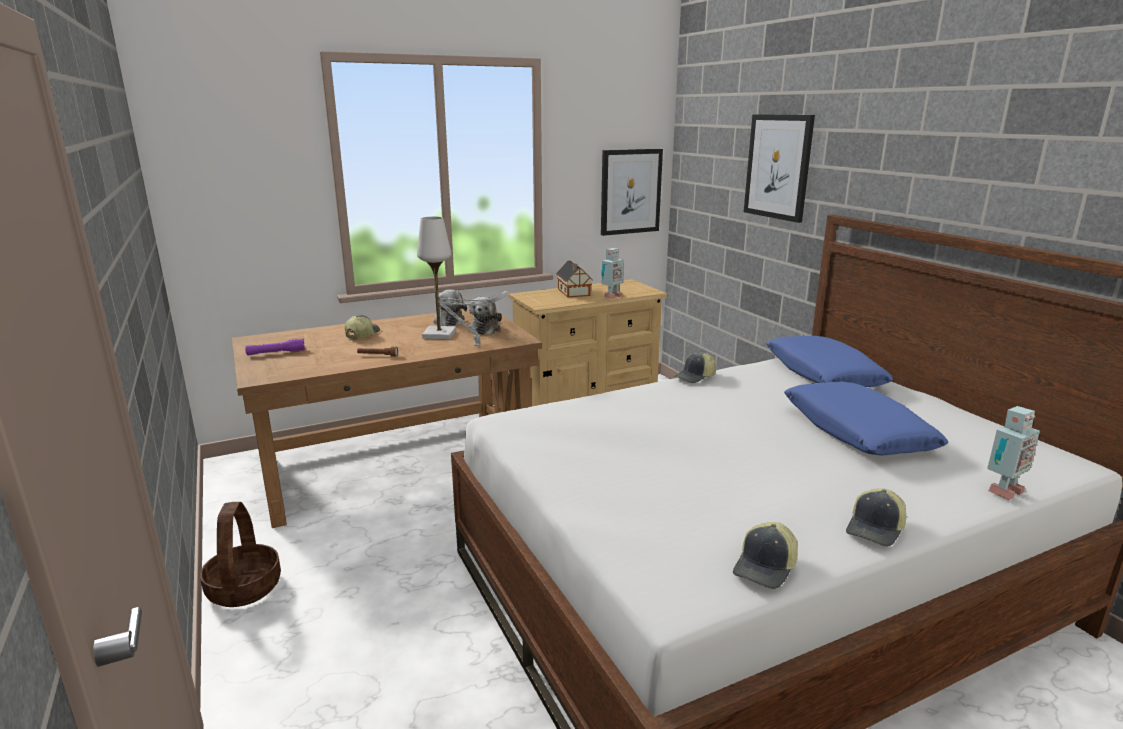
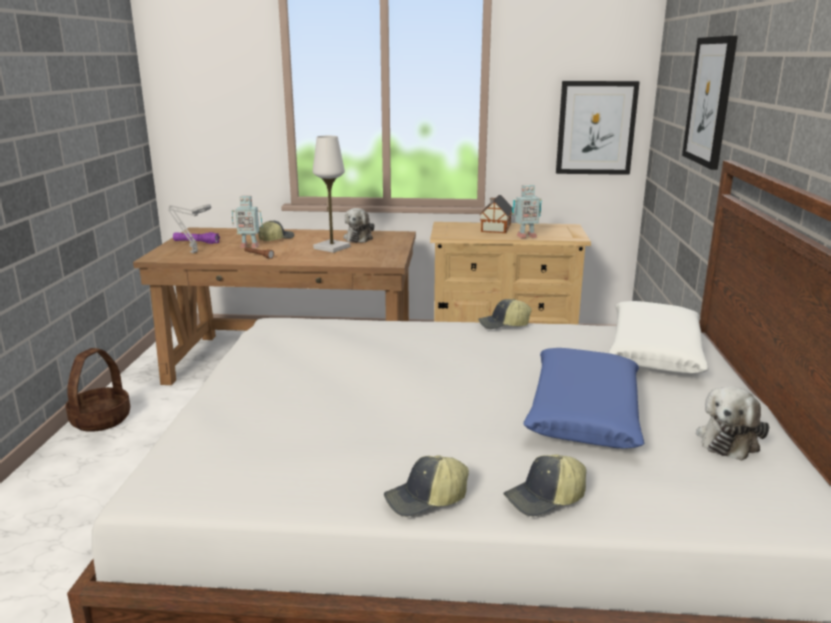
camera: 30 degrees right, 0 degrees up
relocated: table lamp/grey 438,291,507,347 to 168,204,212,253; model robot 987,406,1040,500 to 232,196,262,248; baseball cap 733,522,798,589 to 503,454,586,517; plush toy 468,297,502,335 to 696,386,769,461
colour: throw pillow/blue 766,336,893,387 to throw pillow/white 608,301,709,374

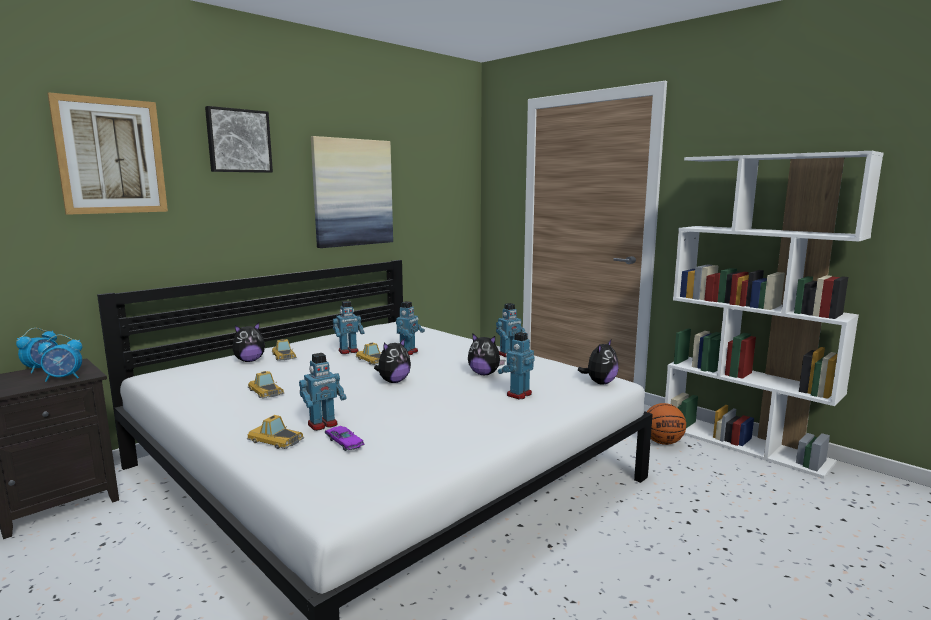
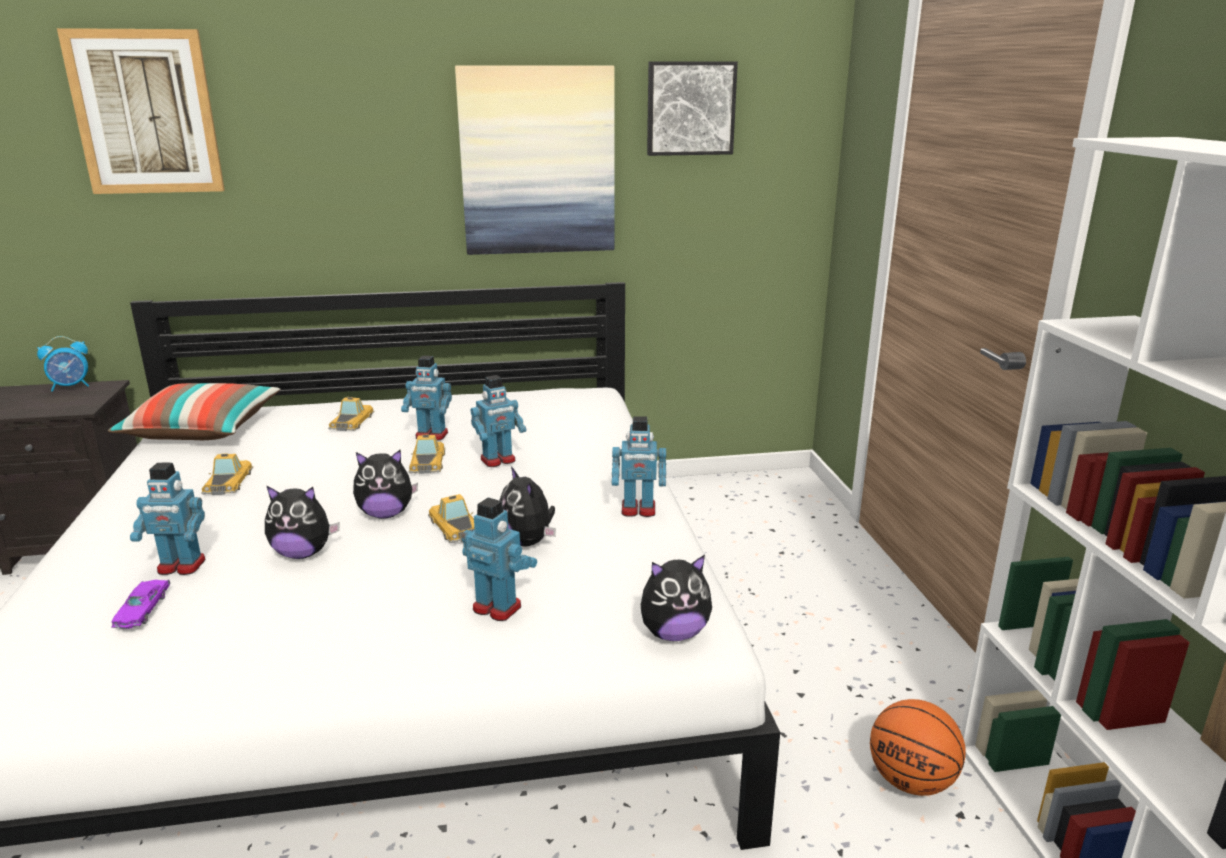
camera: 35 degrees right, 10 degrees up
missing: alarm clock 38,334,82,382
appeared: throw pillow 108,383,280,440
relocated: plush toy 233,323,265,362 to 265,486,340,559; model car 247,415,304,449 to 428,494,474,543; picture 205,106,273,173 to 647,61,738,156
spun: model robot 498,332,534,400 = 462,498,537,621 45 degrees clockwise

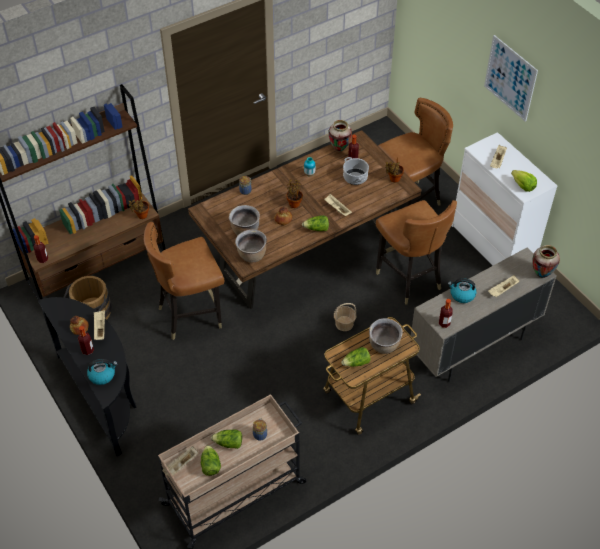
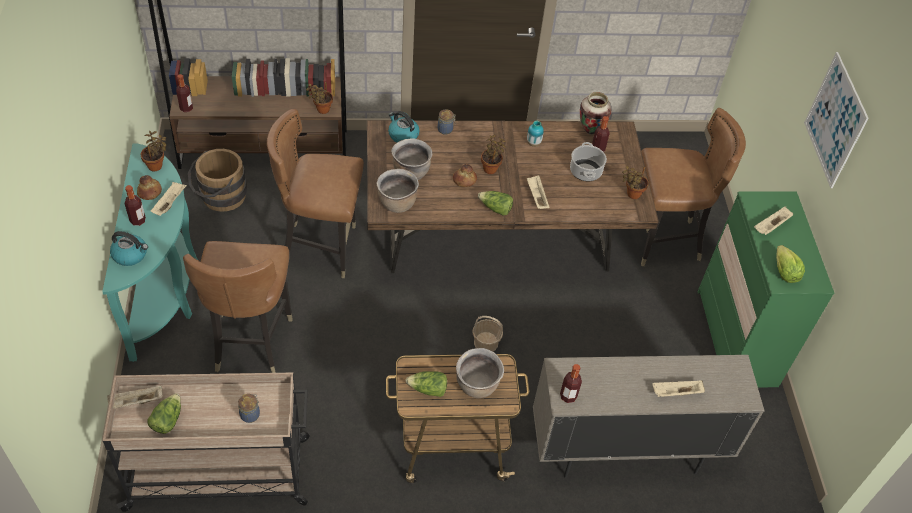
camera: 25 degrees right, 0 degrees up
missing: lettuce head 211,430,242,449; decorative vase 533,245,560,278
appeared: houseplant 140,131,166,171
relocated: upright chair/brown 376,200,457,304 to 183,241,293,373; kettle 448,278,476,303 to 388,111,420,143
colour: narrow table/black-coloured 38,297,137,456 to narrow table/blue-green 102,143,198,362; drawer chest/white 452,132,557,265 to drawer chest/green 697,191,834,388

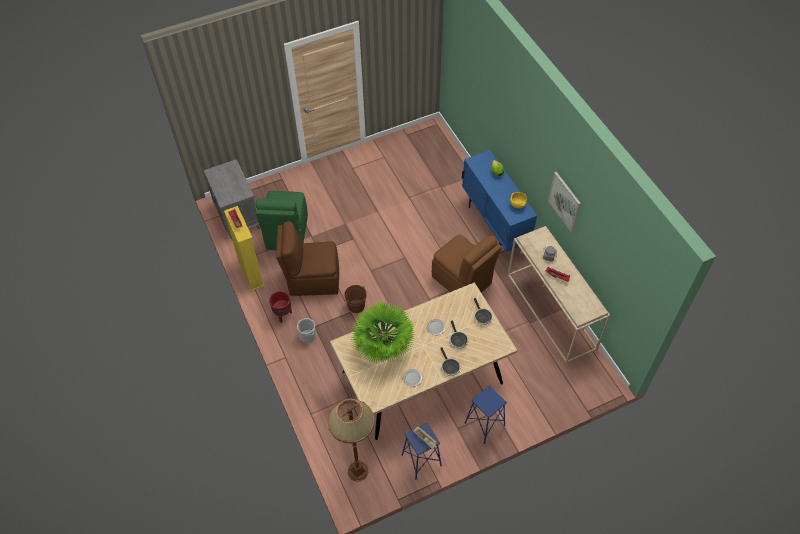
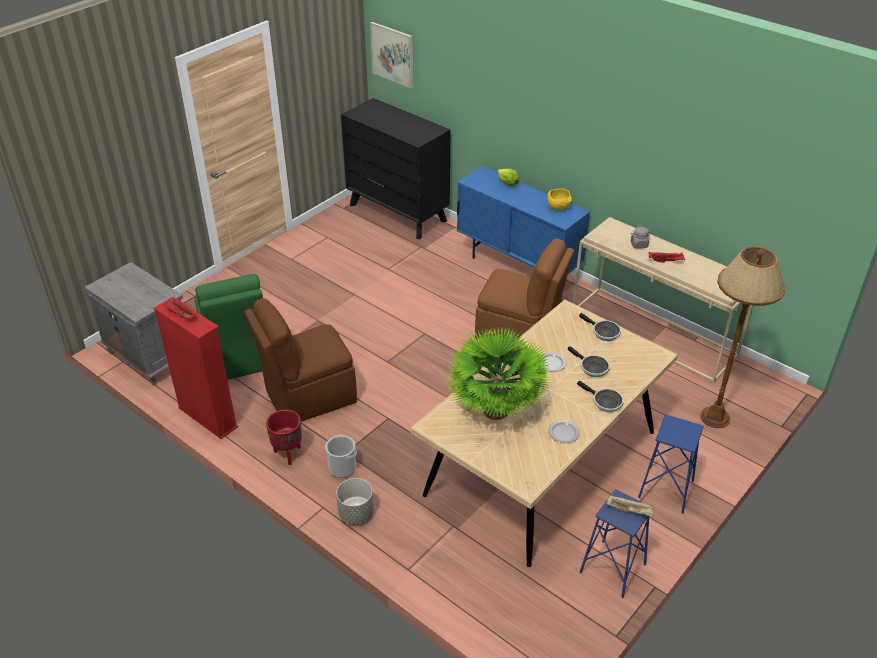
camera: 25 degrees left, 15 degrees down
missing: bucket/brown 344,285,367,313
appeared: plant pot/grey 336,478,374,524; drawer chest/black-coloured 341,98,450,239
relocated: picture 548,172,581,232 to 370,22,413,88; standard lamp/brown 327,399,375,482 to 700,247,785,428
colour: shelving unit/yellowish 224,206,265,291 to shelving unit/red 154,297,239,439

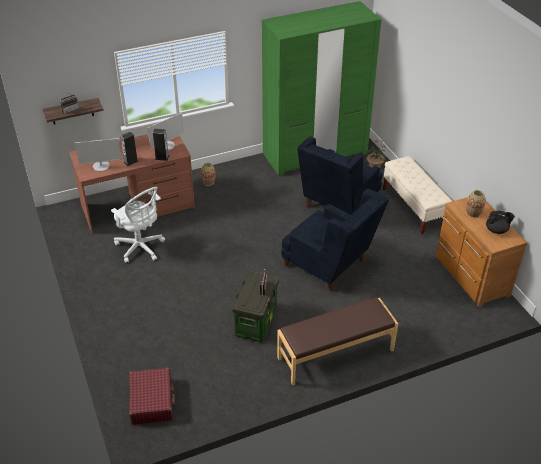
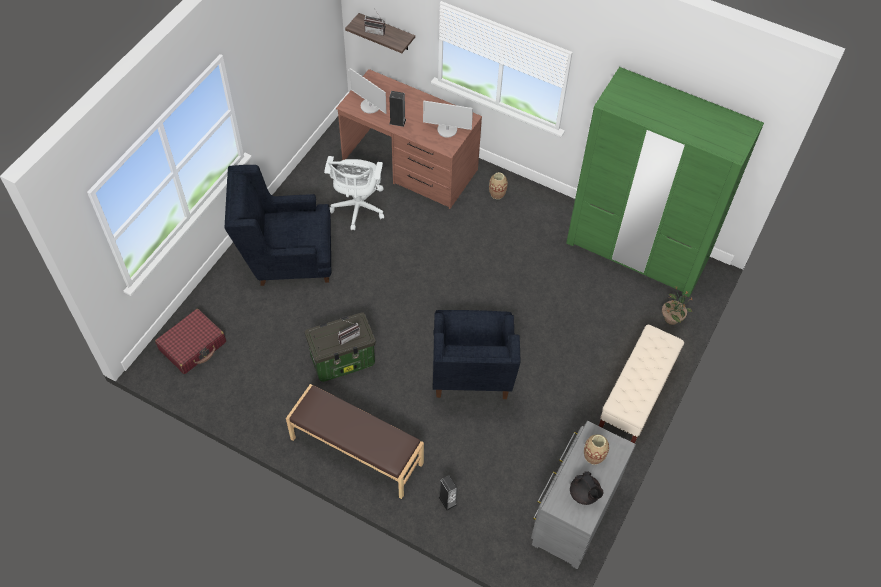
camera: 50 degrees right, 15 degrees up
relocated: lounge chair/blue 298,136,383,215 to 225,165,331,286; audio speaker 153,129,169,161 to 439,475,457,511
colour: drawer chest/brown 436,197,527,307 to drawer chest/grey 531,421,636,569

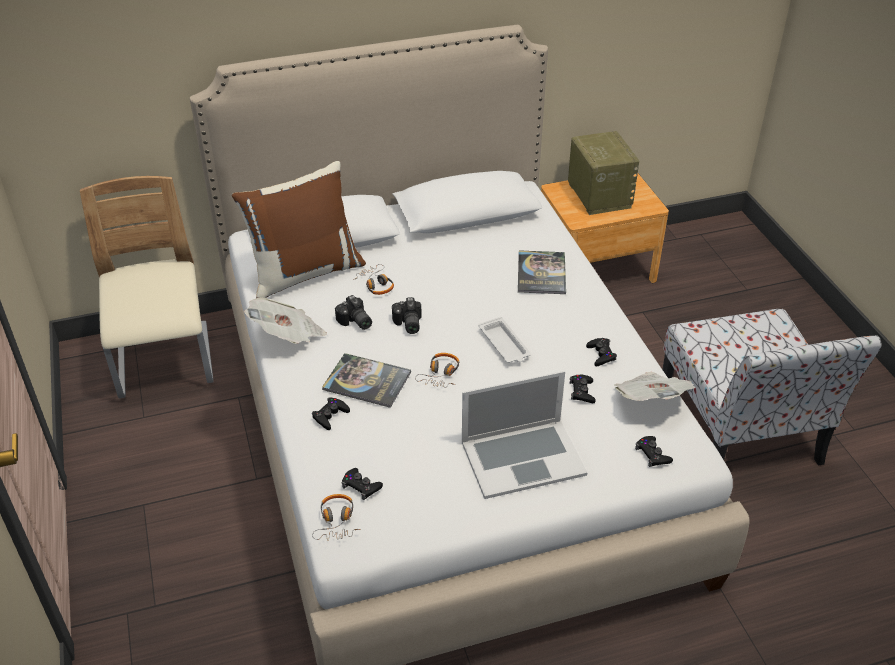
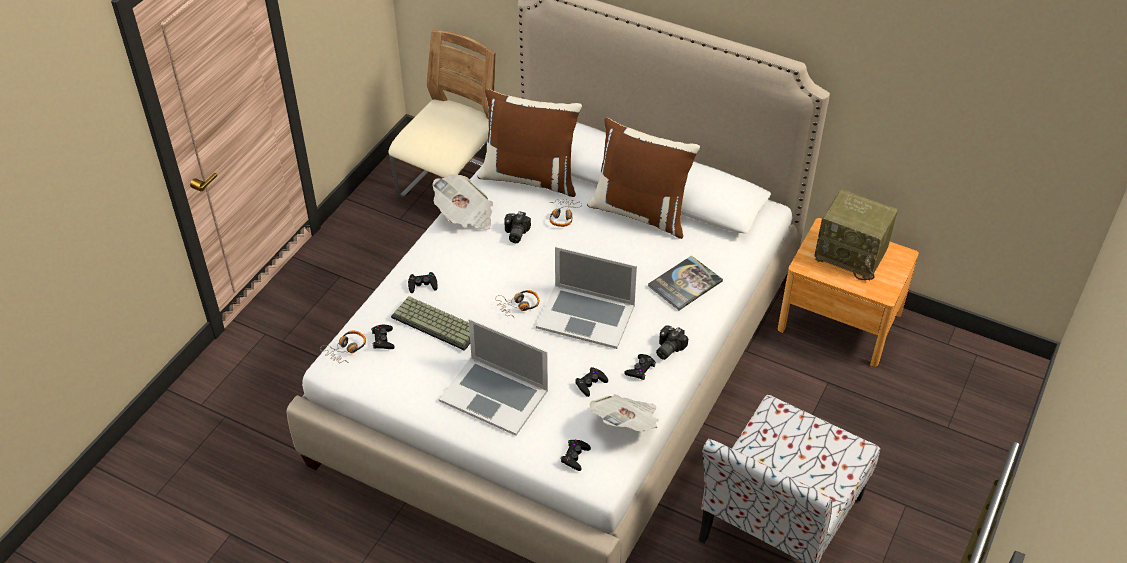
camera: 45 degrees right, 5 degrees up
missing: volume 322,353,411,408
appeared: keyboard 391,296,470,351; throw pillow/brown 587,118,700,239
relocated: photo camera 392,297,422,334 to 656,326,688,360
exchanged: serving tray/white 479,317,531,363 to notebook computer 536,246,637,349
spun: radio receiver 568,131,639,215 = 814,189,898,280 90 degrees clockwise

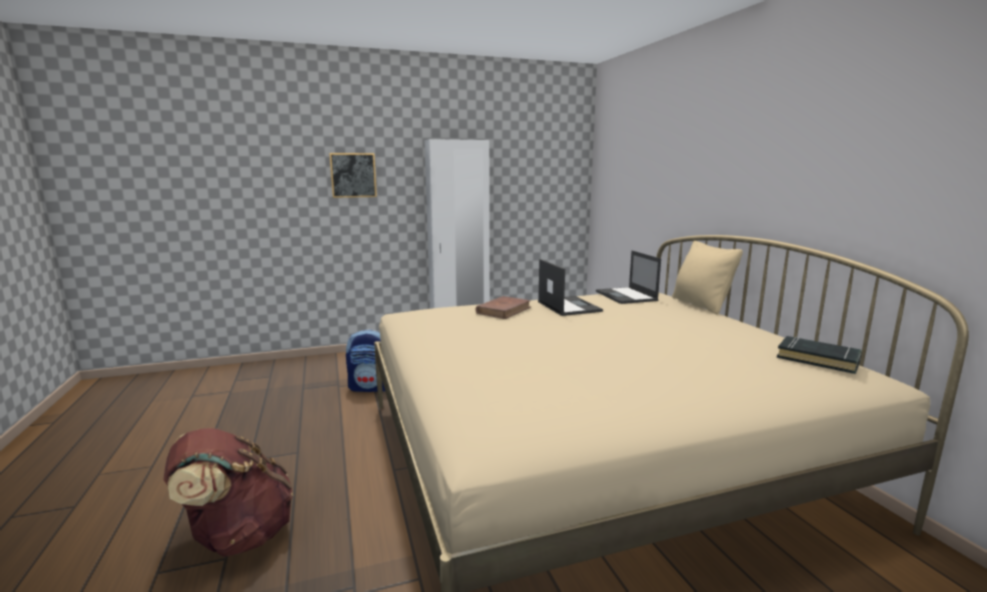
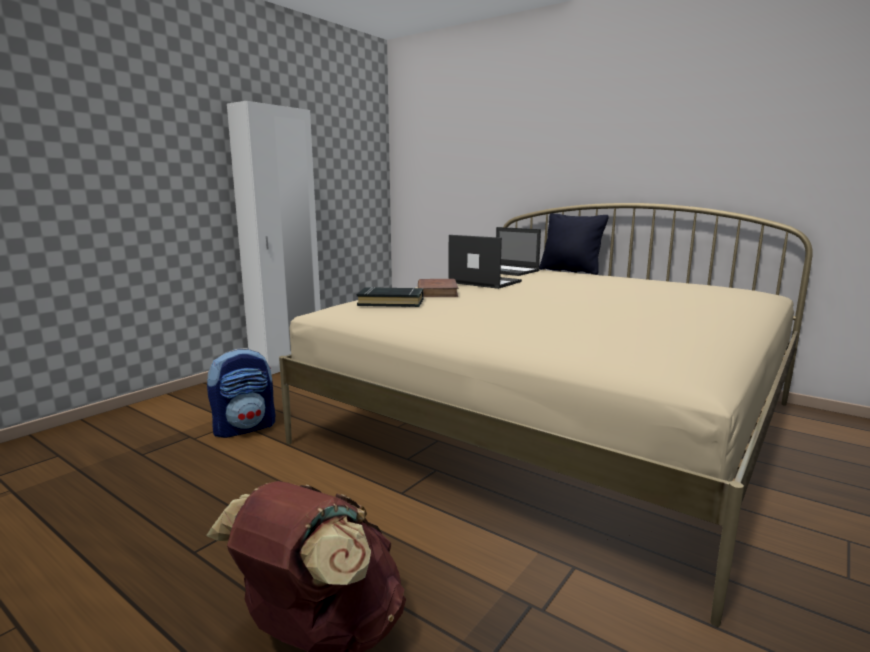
camera: 35 degrees left, 0 degrees up
missing: picture 329,153,377,198
relocated: volume/black-coloured 777,336,862,374 to 357,287,423,307
colour: throw pillow/beige-coloured 672,241,743,314 to throw pillow/black-coloured 539,213,609,275

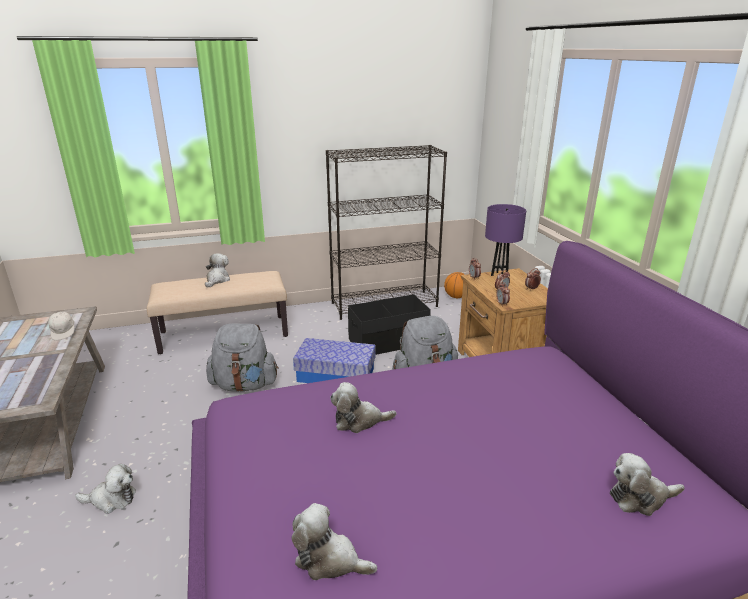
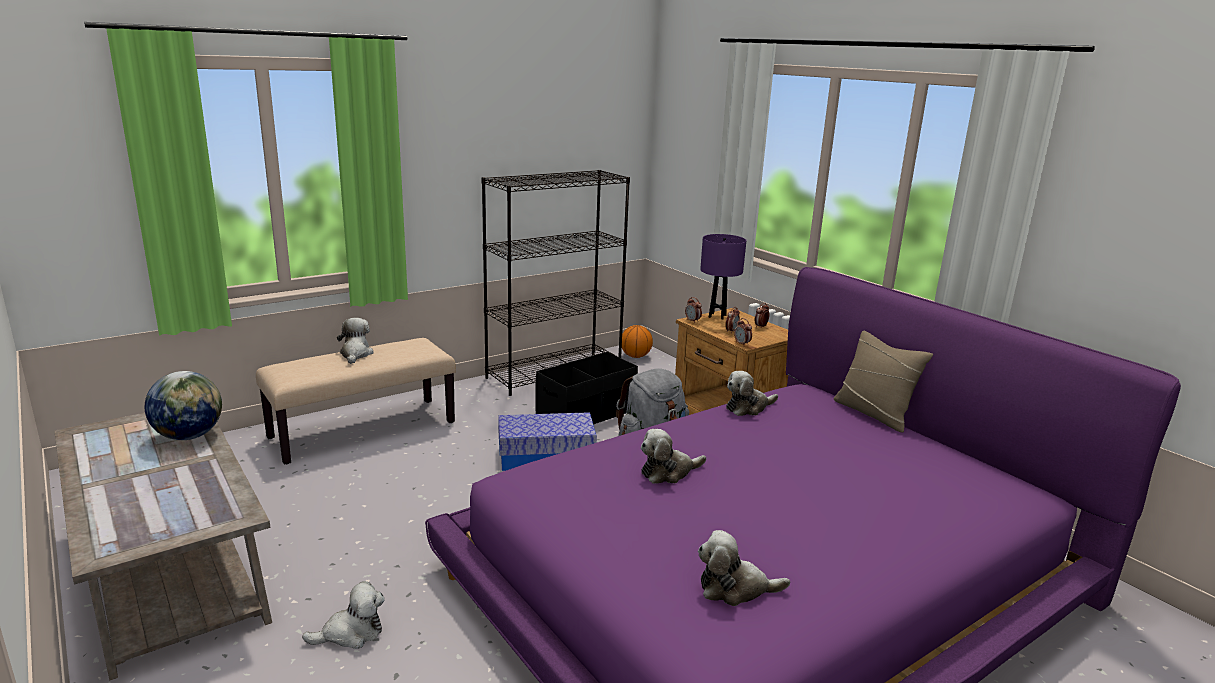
camera: 20 degrees left, 5 degrees down
missing: backpack/grey 206,324,279,392
appeared: throw pillow/beige-coloured 834,331,933,433
relocated: plush toy 610,453,685,516 to 726,371,778,416
exchanged: baseball cap/white 48,310,74,341 to globe 145,371,222,440

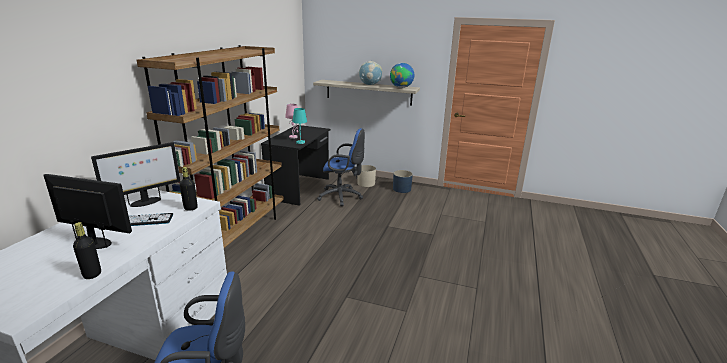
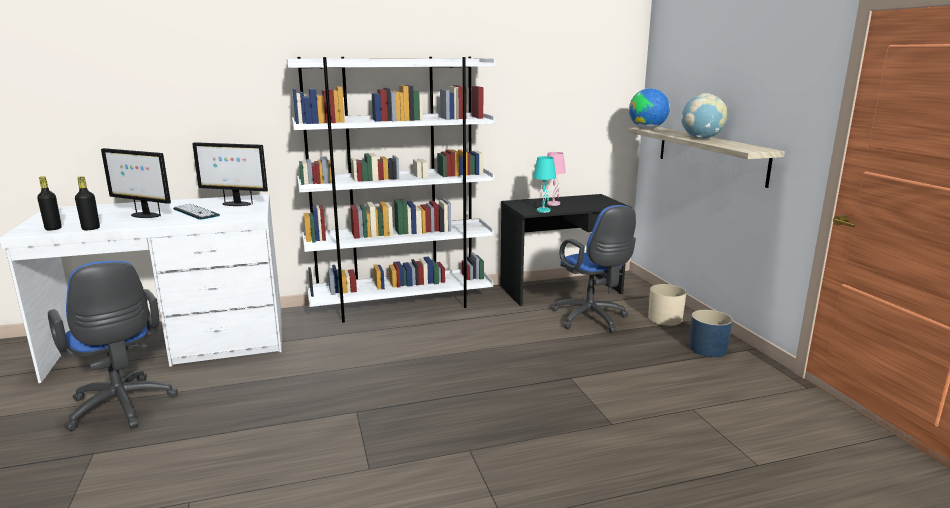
camera: 55 degrees right, 5 degrees down
relocated: beverage bottle/black-coloured 179,167,198,211 to 37,176,62,230; globe 390,63,414,88 to 629,88,670,129
colour: shelving unit/brown 137,45,284,248 to shelving unit/white 287,57,495,323
spun: computer display 44,174,132,249 = 101,148,171,218 135 degrees clockwise

